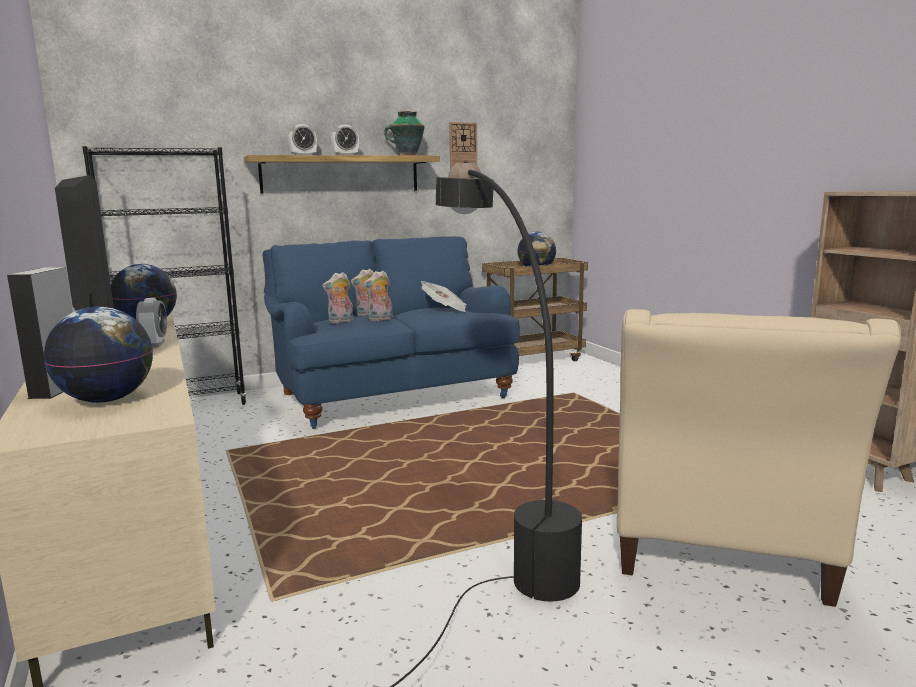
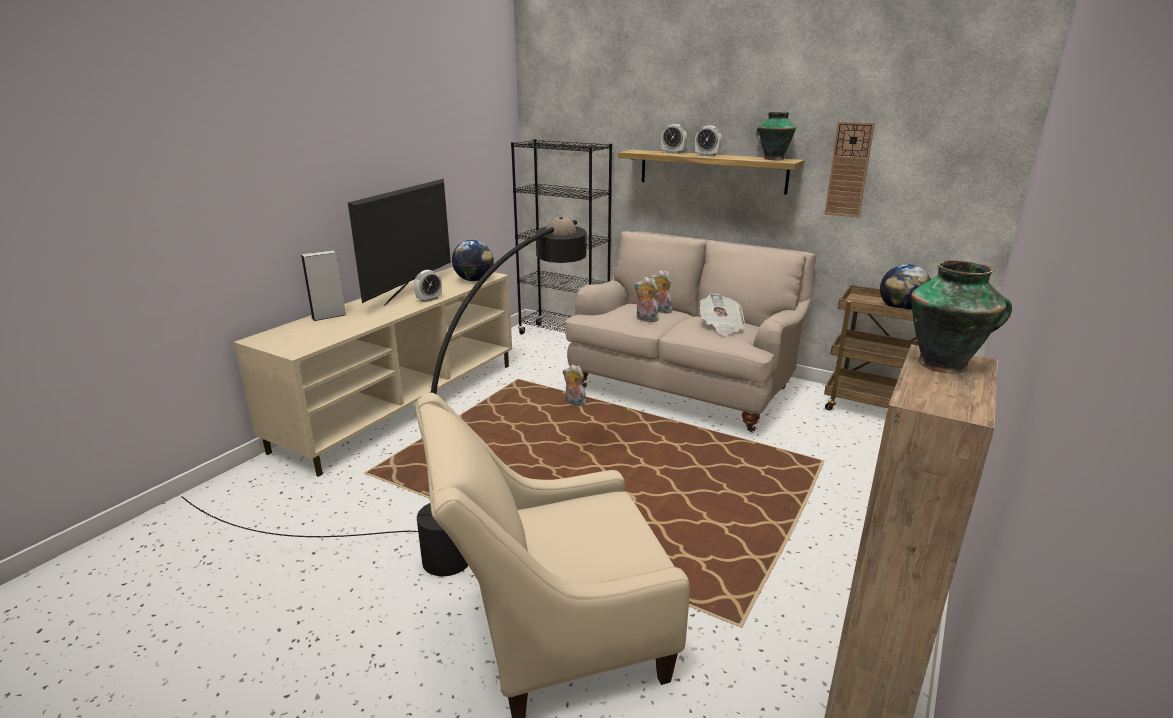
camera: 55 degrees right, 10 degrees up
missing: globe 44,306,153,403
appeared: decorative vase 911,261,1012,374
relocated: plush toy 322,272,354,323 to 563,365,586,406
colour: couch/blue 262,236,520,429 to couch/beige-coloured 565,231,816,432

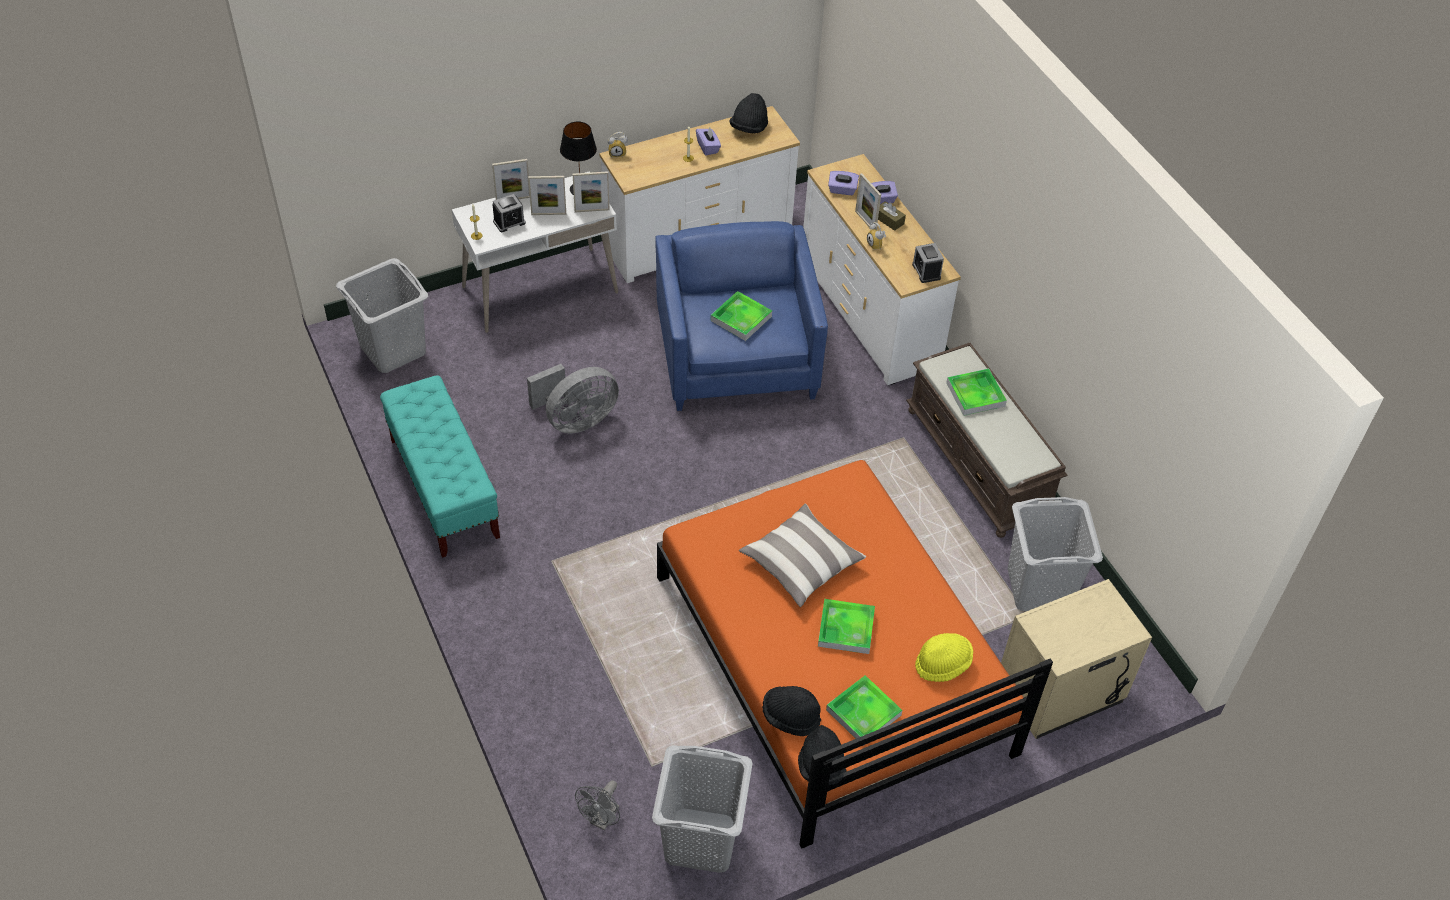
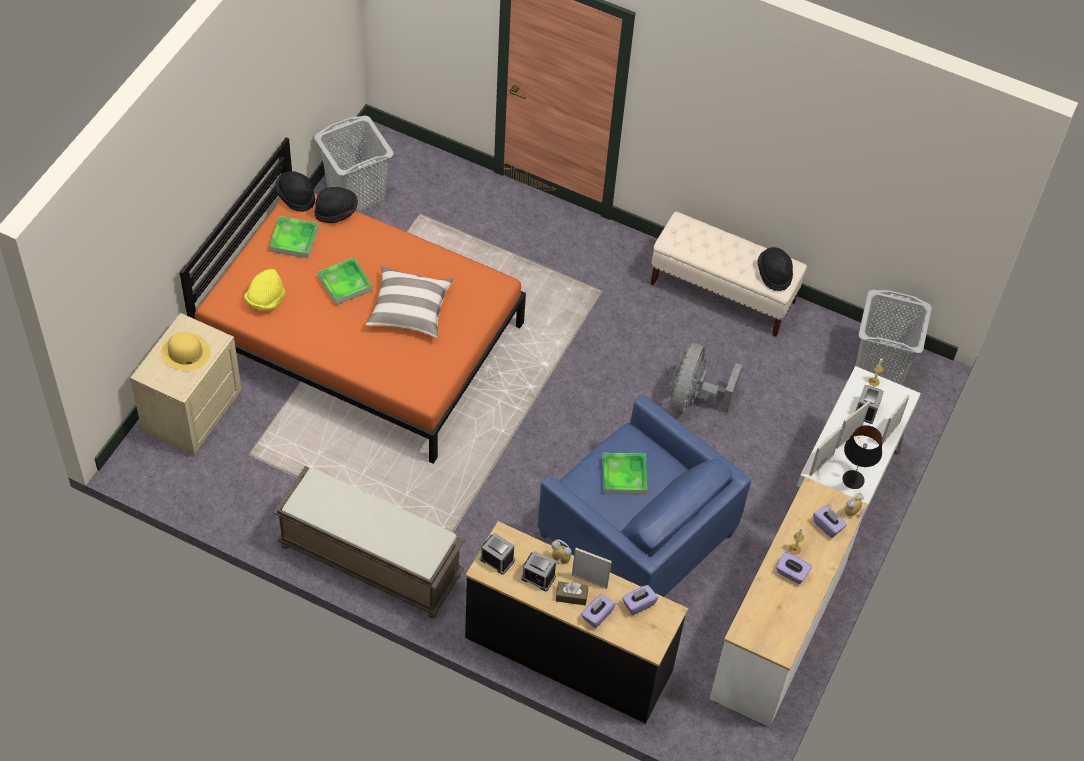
camera: 140 degrees right, 5 degrees up
missing: cooling fan/grey 575,780,620,831; serving tray 946,368,1007,416; laundry basket/grey 1008,497,1103,611
appeared: hat/yellowish 161,332,210,371; alarm clock 521,551,556,591; tissue box/purple-coloured 813,506,847,538
relocated: hat/black-coloured 729,93,768,133 to 757,247,793,291
colour: drawer chest/white 803,154,961,385 to drawer chest/black-coloured 465,521,688,724; indoor bench/blue-green 380,375,500,558 to indoor bench/beige-coloured 651,212,807,337

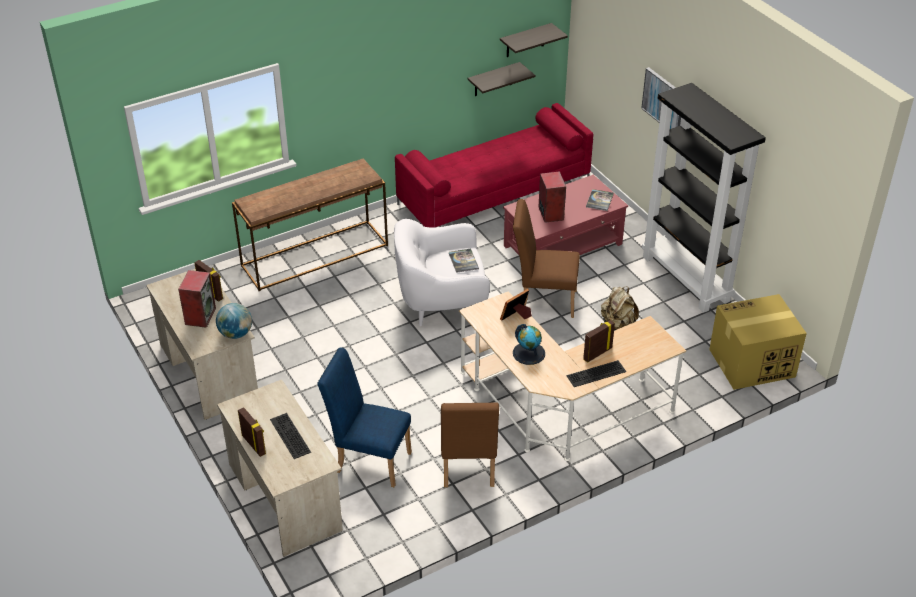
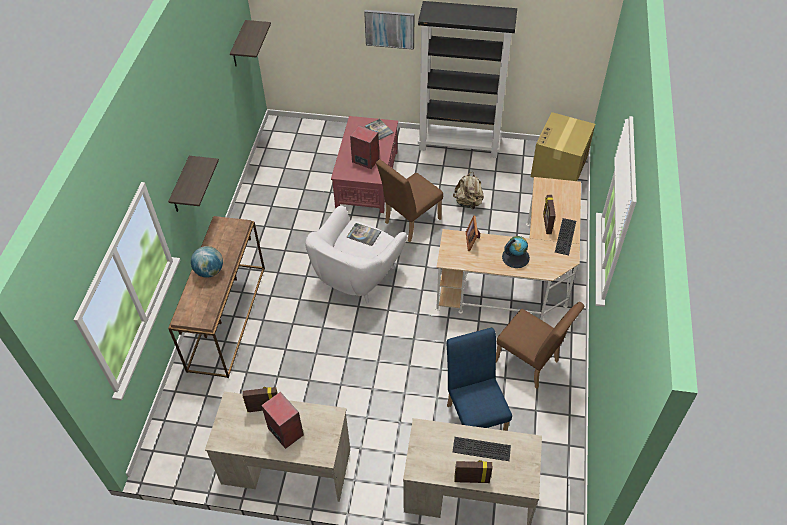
camera: 50 degrees left, 10 degrees up
missing: couch/red 395,103,594,228
relocated: wall shelf 468,62,535,96 to 168,156,219,212; globe 216,303,252,339 to 191,246,223,278
spun: upright chair/blue 318,348,412,487 = 446,327,512,431 105 degrees clockwise

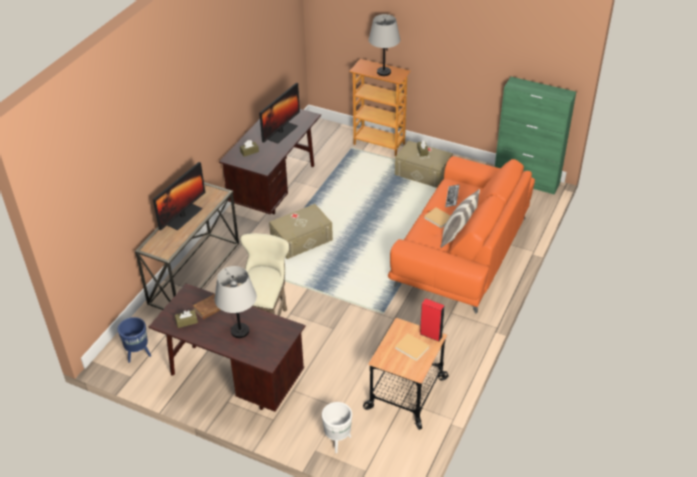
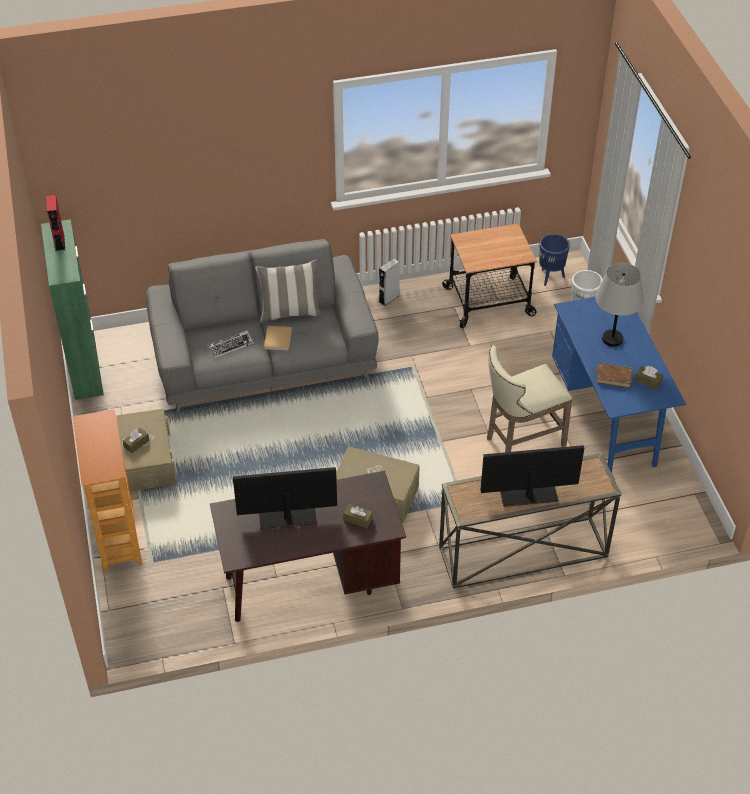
camera: 130 degrees left, 5 degrees up
missing: table lamp/grey 369,14,400,76; volume/beige-coloured 395,333,430,361
appeared: audio speaker/grey 379,258,400,306
relocated: audio speaker/red 420,298,445,342 to 46,195,65,251; plant pot/blue 118,317,151,363 to 539,234,570,286
colour: couch/orangey 388,156,535,314 to couch/grey 146,239,379,414; desk/brown 149,283,306,412 to desk/blue 552,297,686,473

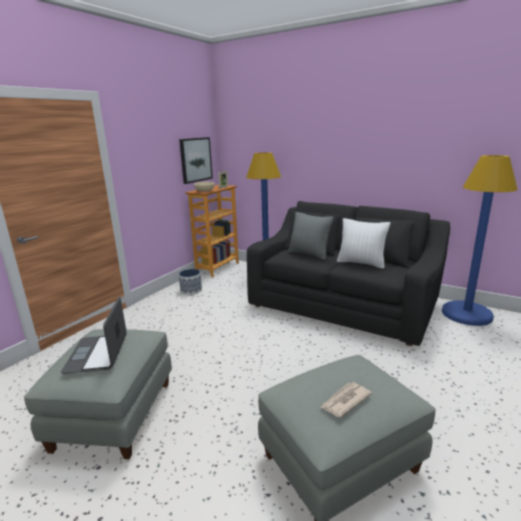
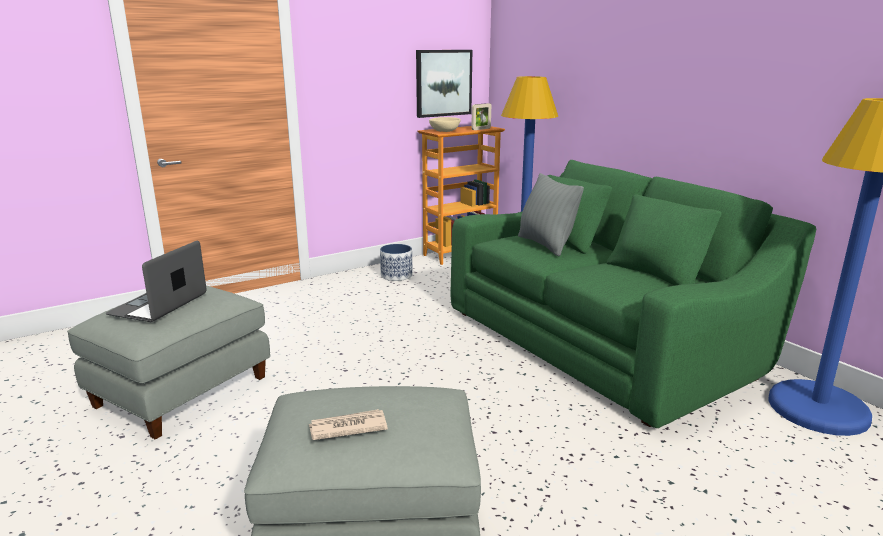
camera: 25 degrees right, 0 degrees up
missing: throw pillow/white 337,218,390,269
colour: couch/black-coloured 247,201,450,346 to couch/green 450,160,816,428

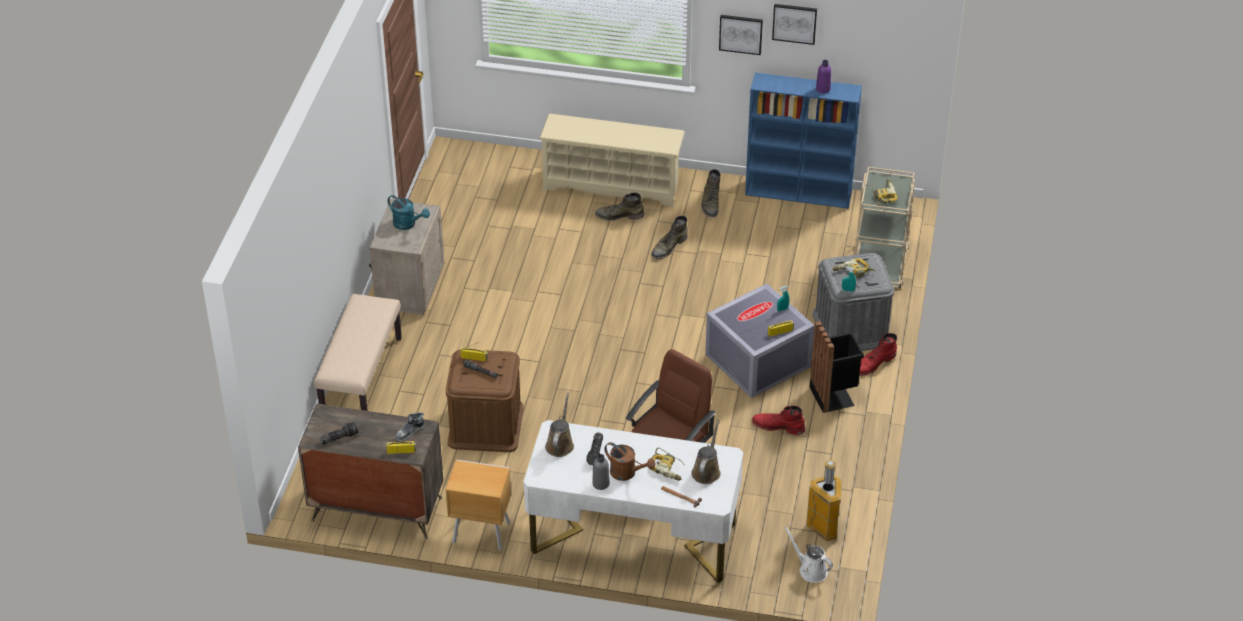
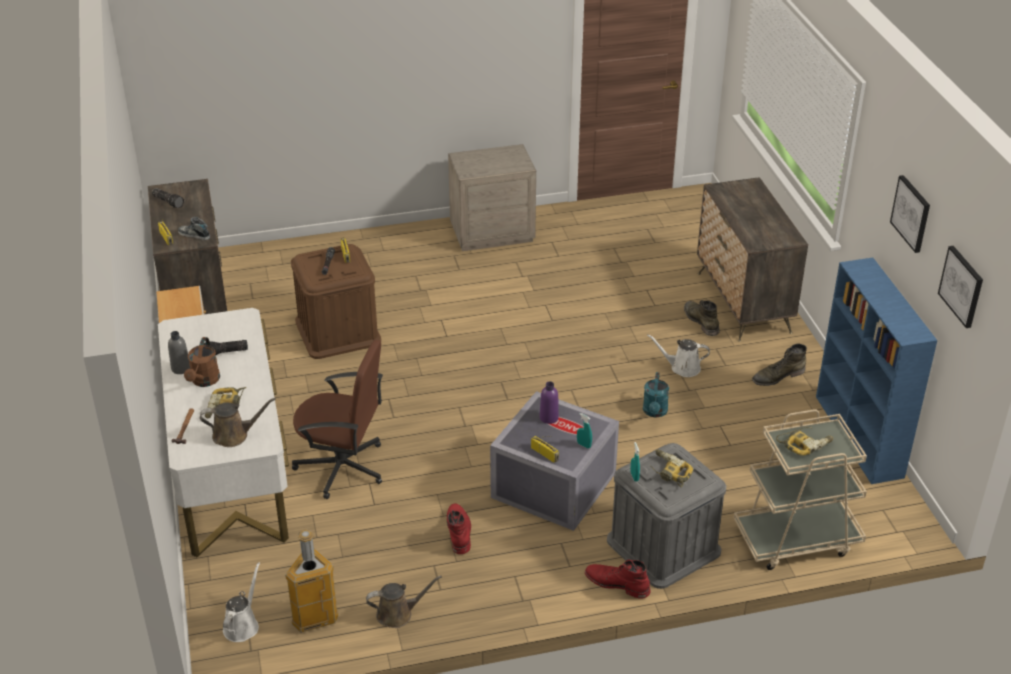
camera: 65 degrees right, 5 degrees down
missing: indoor bench/beige-coloured 314,294,402,411; trash can/black-coloured 809,321,864,413
relocated: watering pot/brown 545,393,574,457 to 366,575,442,628; beverage bottle/purple-coloured 816,60,831,93 to 540,381,559,424; watering pot/blue-green 388,195,430,230 to 643,372,669,417; picture 719,15,763,55 to 938,246,983,328
exchanged: tall boot/green 651,216,688,259 to watering pot/white 647,334,710,377; shoe stand/beige-coloured 539,114,685,206 to drawer chest 697,177,808,342

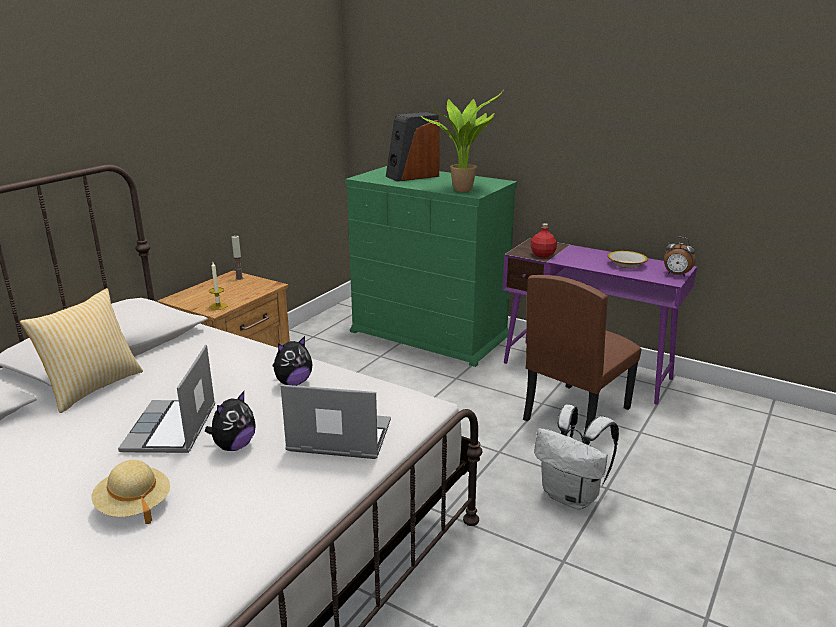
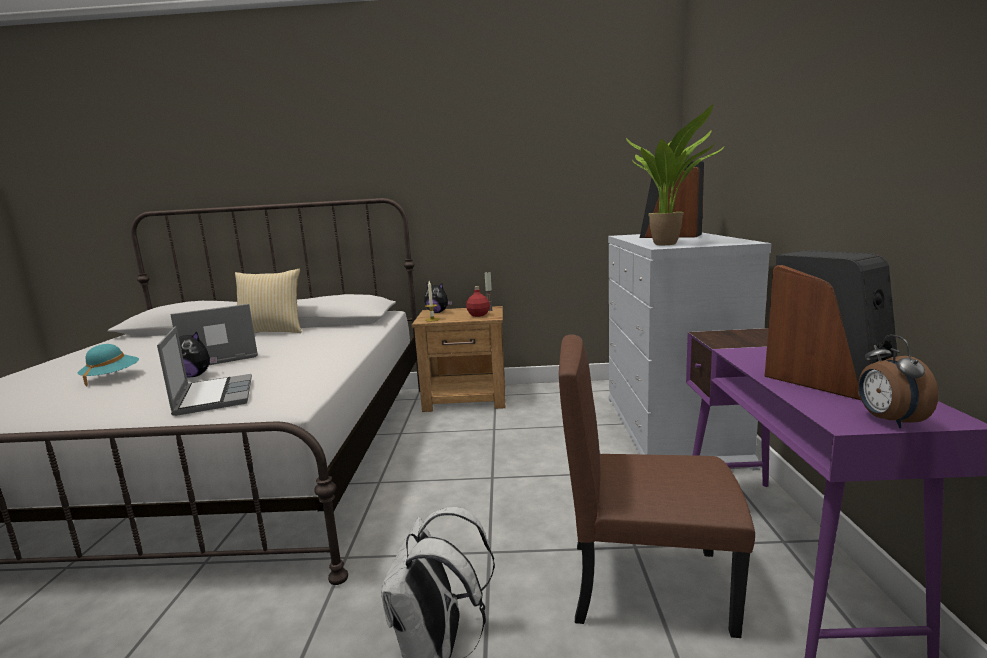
camera: 60 degrees right, 10 degrees down
relocated: plush toy 273,336,313,386 to 425,283,452,313; beverage bottle/red 530,223,557,258 to 466,286,490,317
exchanged: bowl 608,251,648,268 to audio speaker 764,250,897,401
colour: hat/beige-coloured 91,460,170,524 to hat/blue-green 78,344,139,386; drawer chest/green 345,166,517,367 to drawer chest/white 608,233,772,470

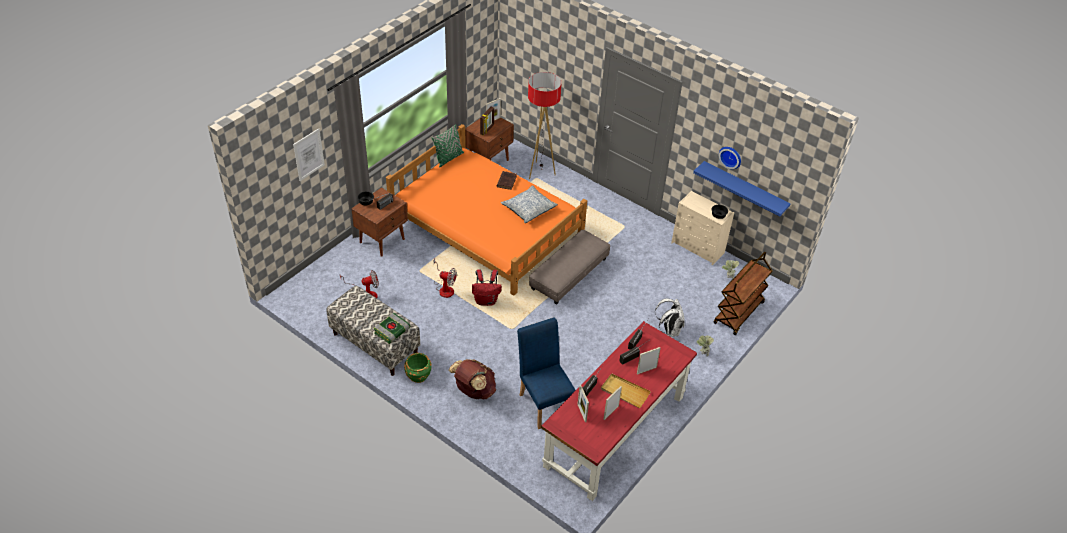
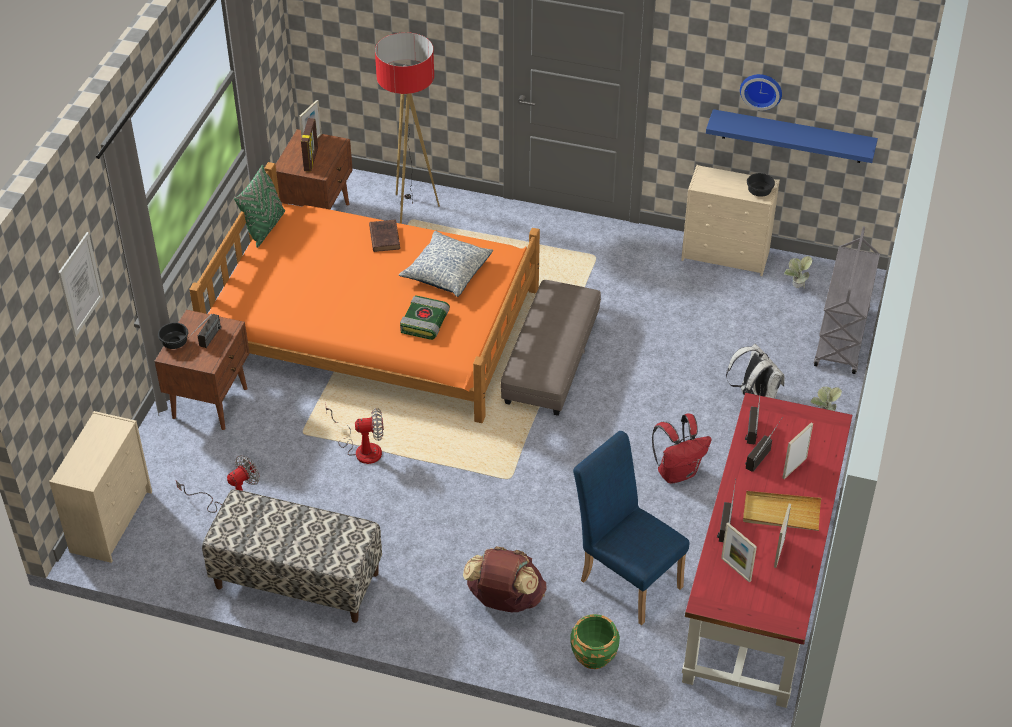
camera: 20 degrees left, 0 degrees up
appeared: drawer chest/beige-coloured 49,411,152,563
relocated: volume 374,313,410,344 to 400,295,450,340; plant pot/green 404,353,432,383 to 571,614,620,669; backpack/red 472,269,502,306 to 652,414,712,484
colour: wheeled cart/brown 714,252,773,335 to wheeled cart/grey 814,226,880,374

